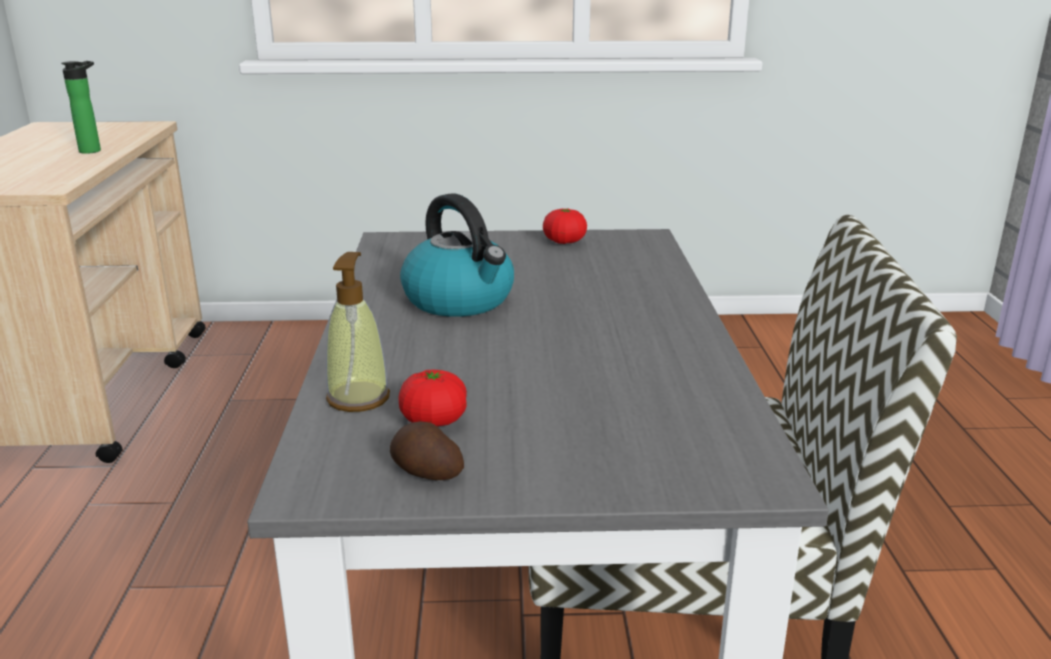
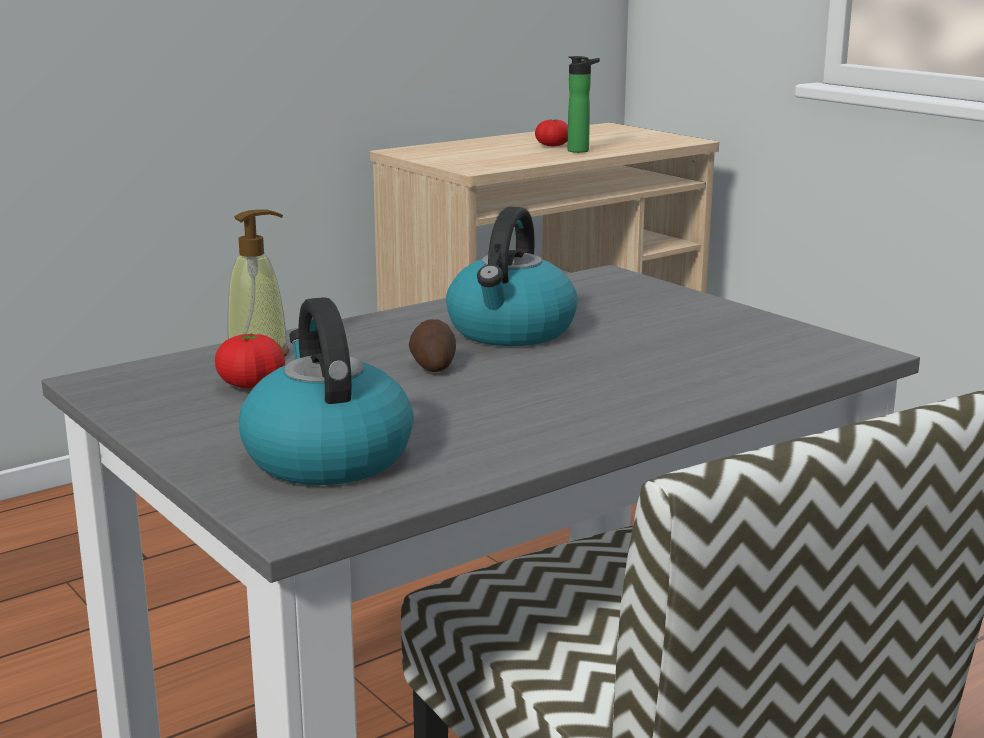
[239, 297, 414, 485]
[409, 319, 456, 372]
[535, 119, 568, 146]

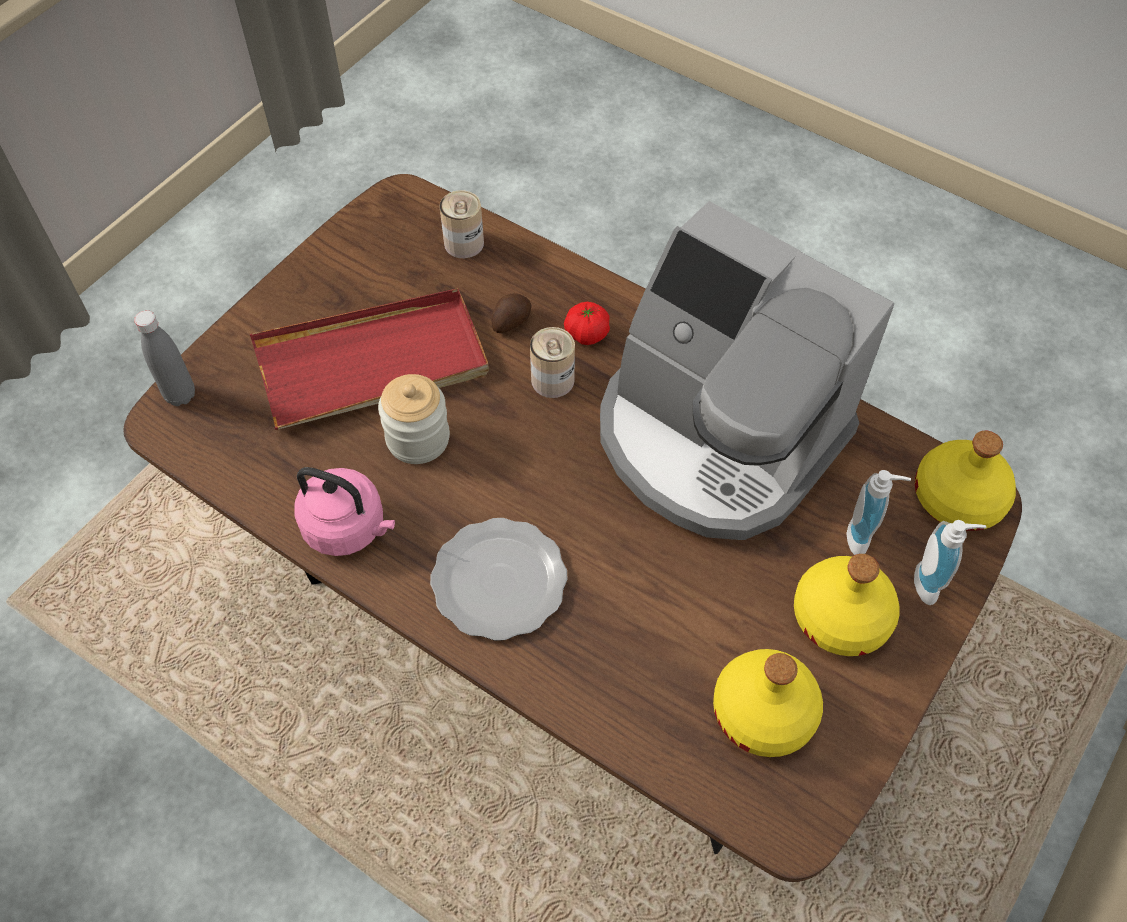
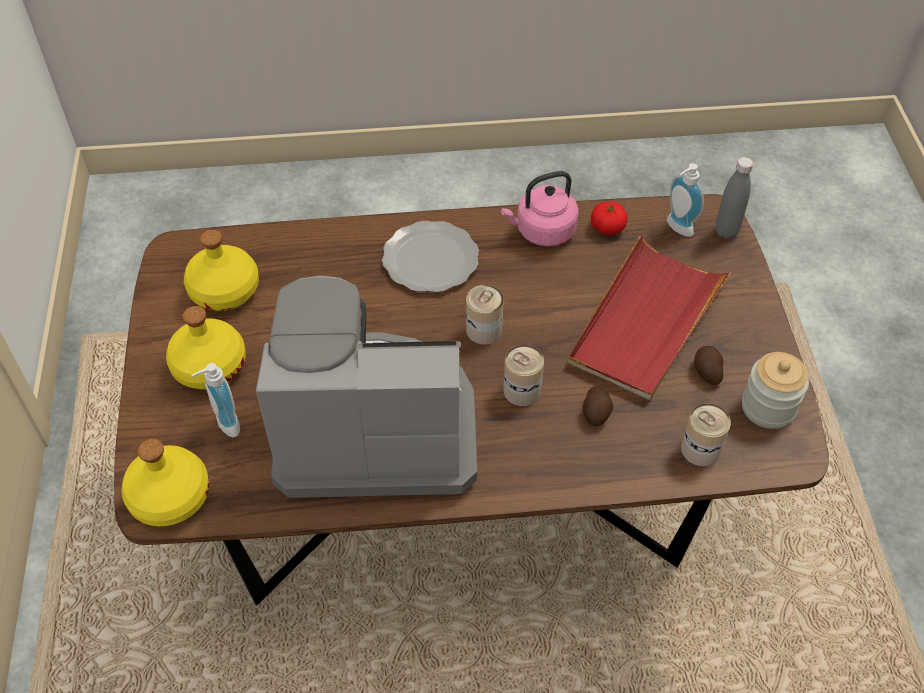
[466, 285, 504, 345]
[591, 202, 628, 235]
[667, 163, 704, 237]
[694, 346, 723, 385]
[742, 352, 809, 429]

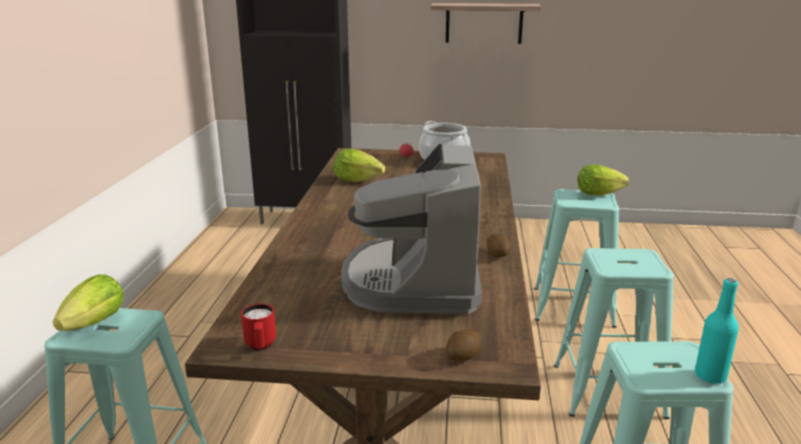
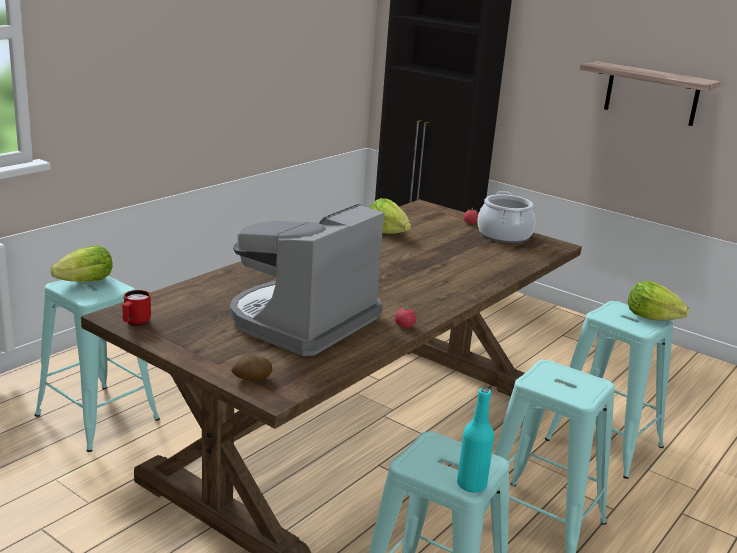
[395, 304, 416, 328]

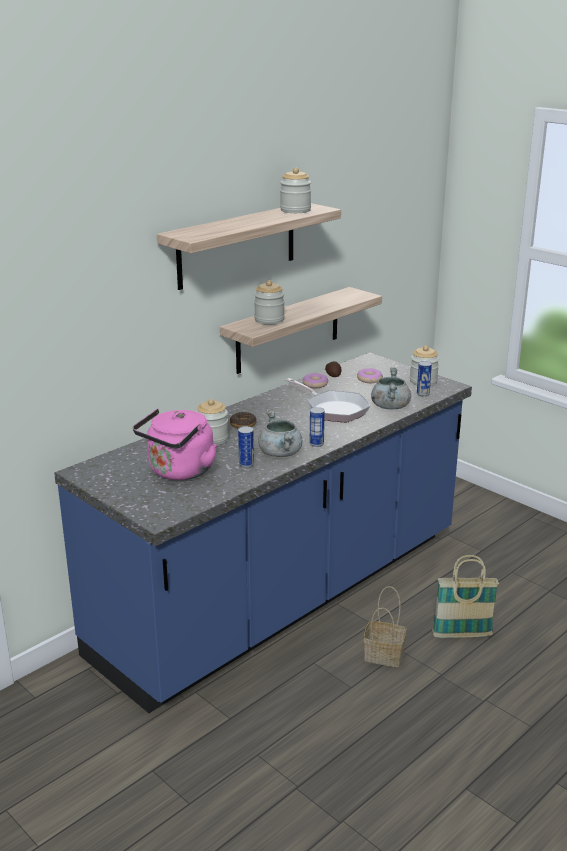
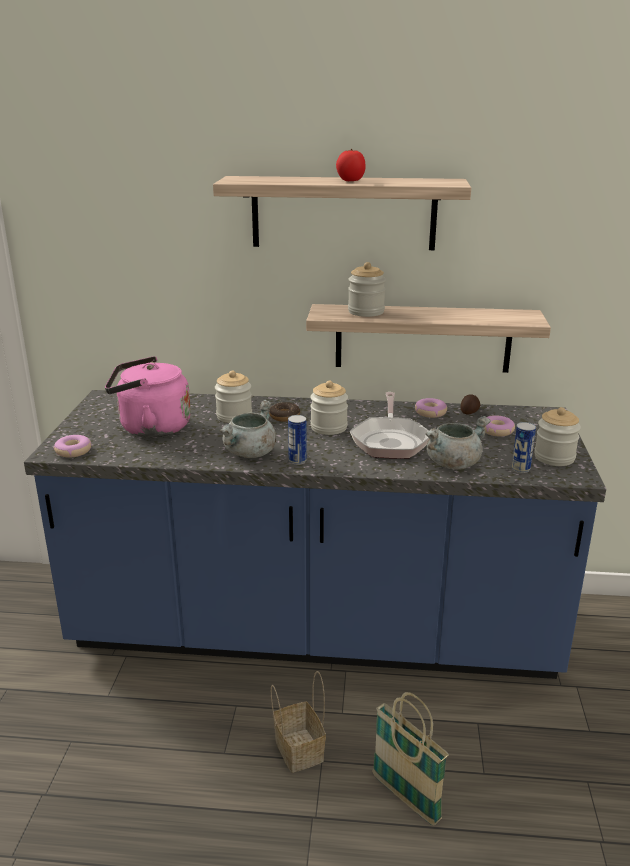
[54, 435, 92, 458]
[310, 381, 348, 435]
[336, 149, 365, 181]
[238, 426, 254, 468] (first image)

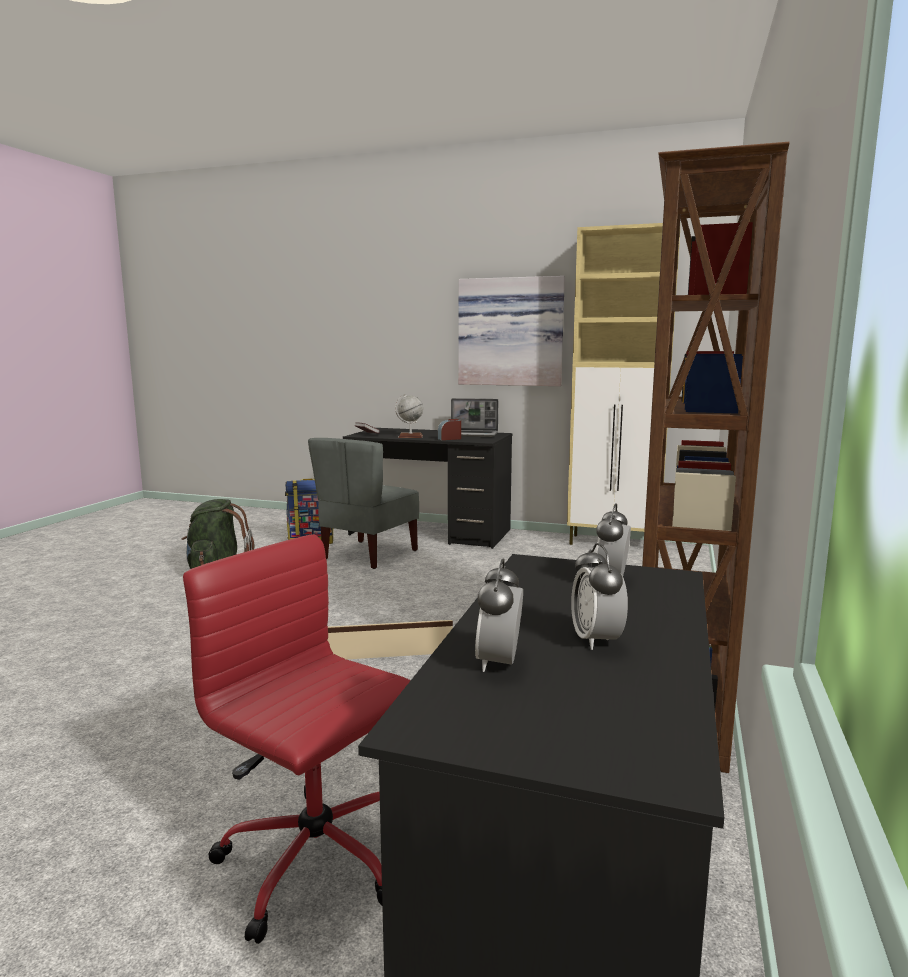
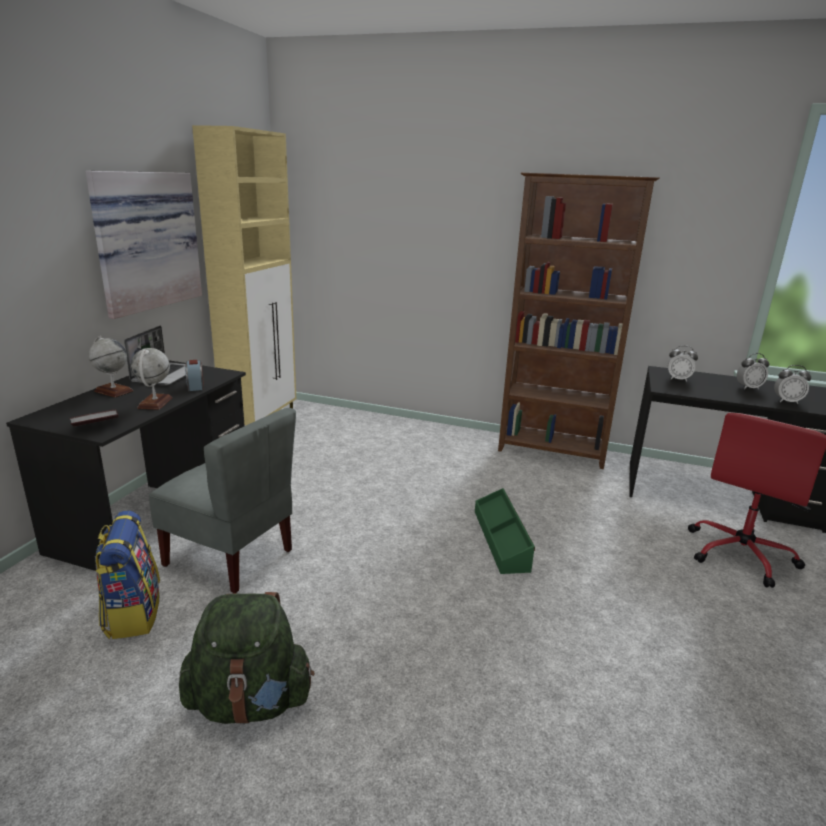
[89, 336, 133, 398]
[475, 488, 535, 574]

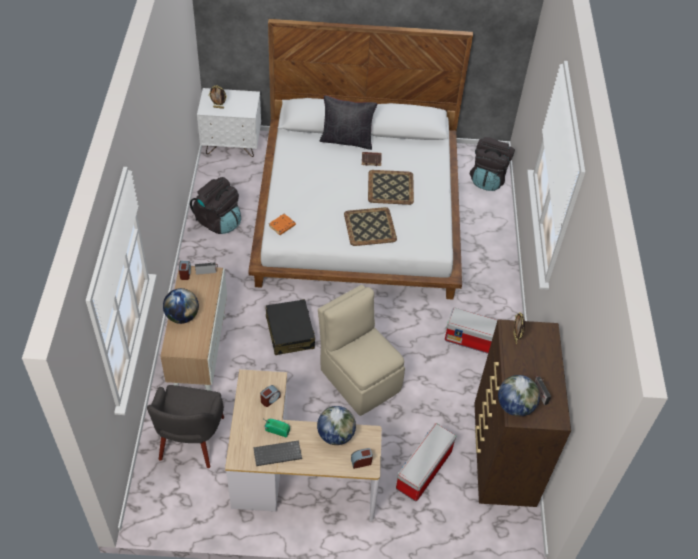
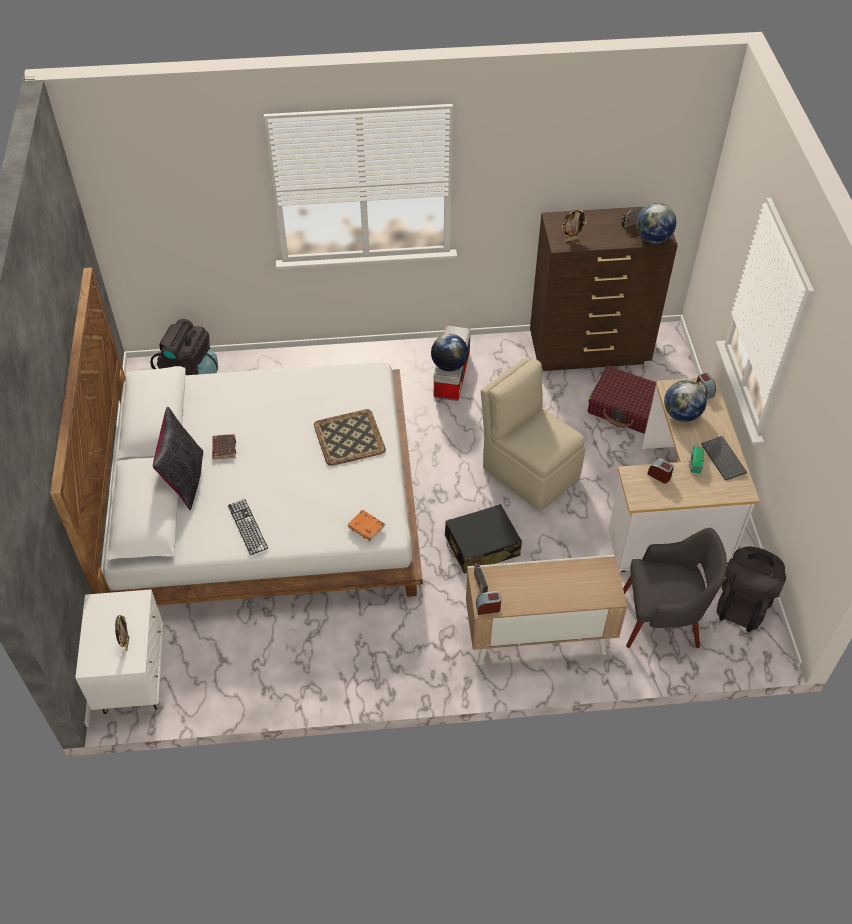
[228, 499, 268, 555]
[431, 334, 468, 371]
[481, 358, 585, 511]
[588, 366, 657, 434]
[717, 546, 786, 632]
[368, 170, 414, 205] (first image)

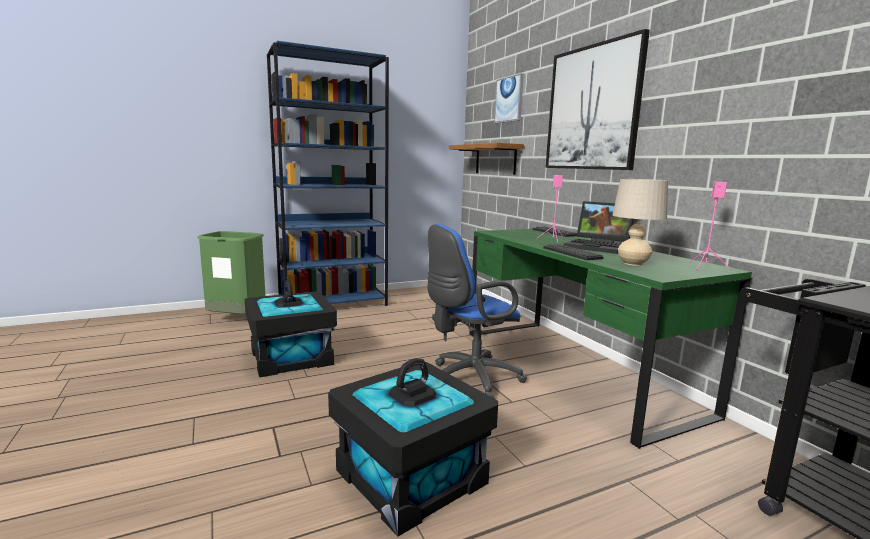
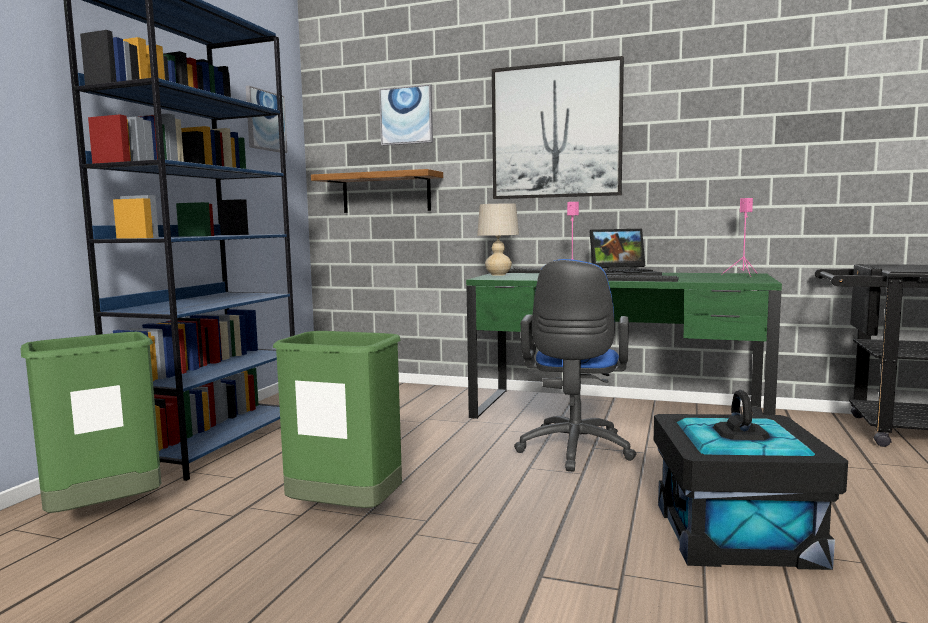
[246, 86, 288, 153]
[273, 331, 402, 508]
[477, 204, 519, 276]

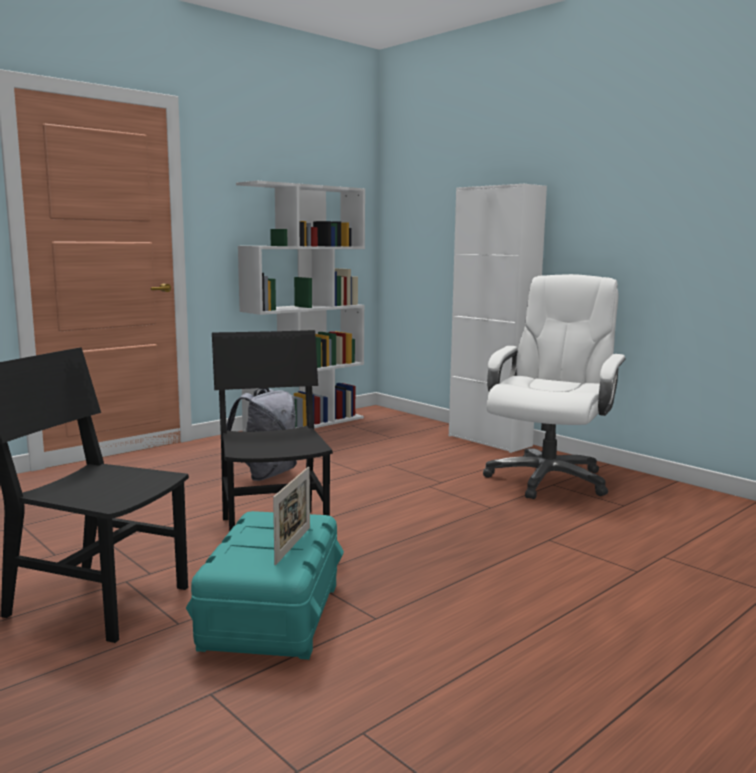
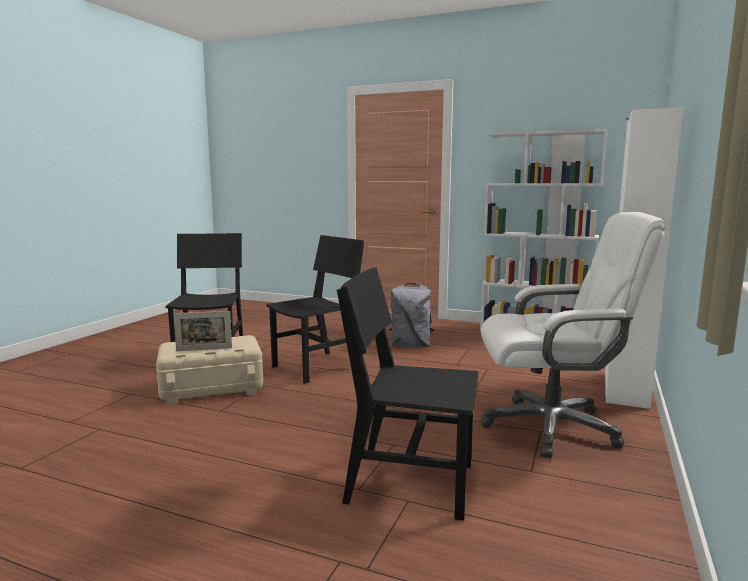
[156, 335, 263, 405]
[337, 267, 478, 521]

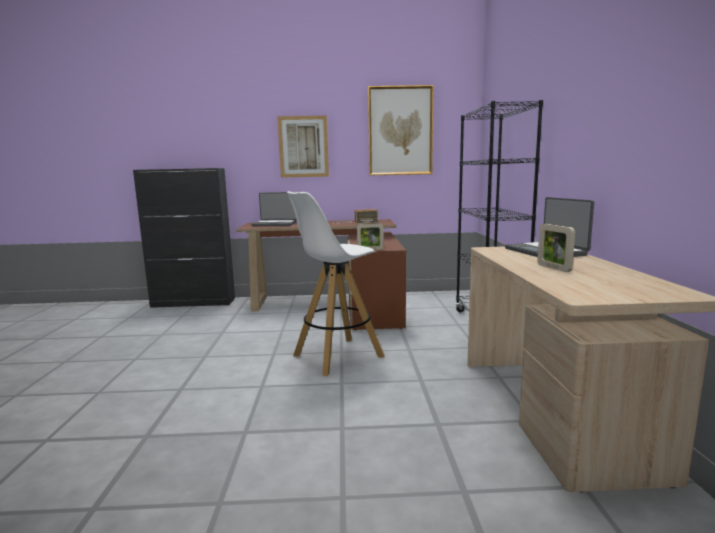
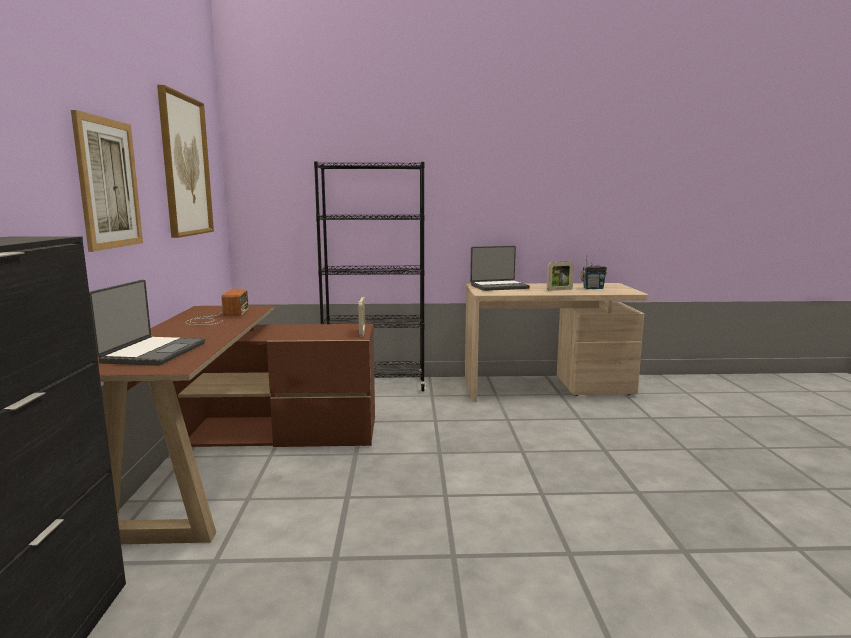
[581, 254, 607, 289]
[287, 191, 384, 376] (first image)

